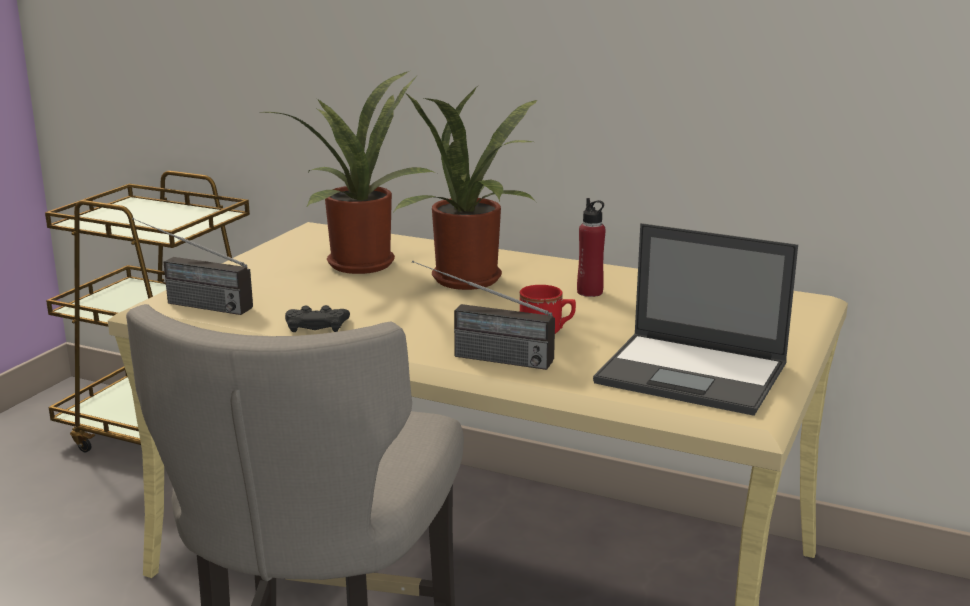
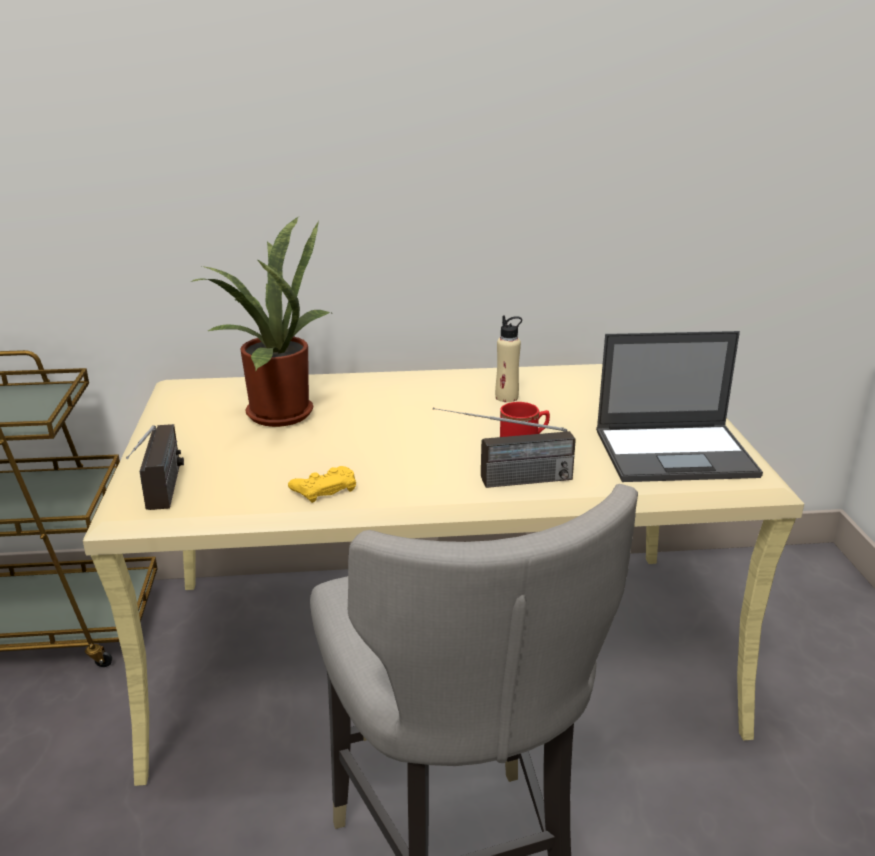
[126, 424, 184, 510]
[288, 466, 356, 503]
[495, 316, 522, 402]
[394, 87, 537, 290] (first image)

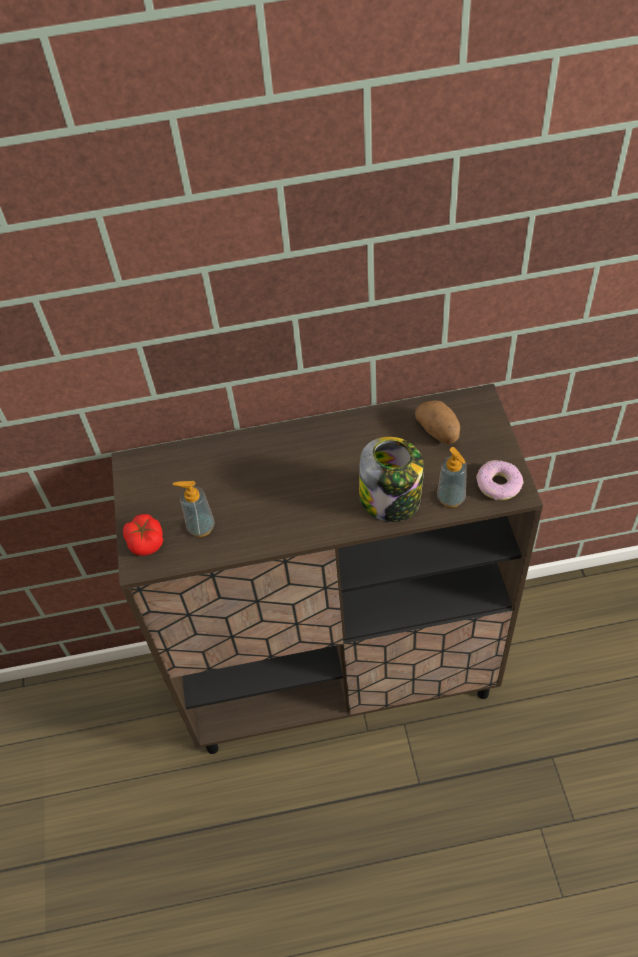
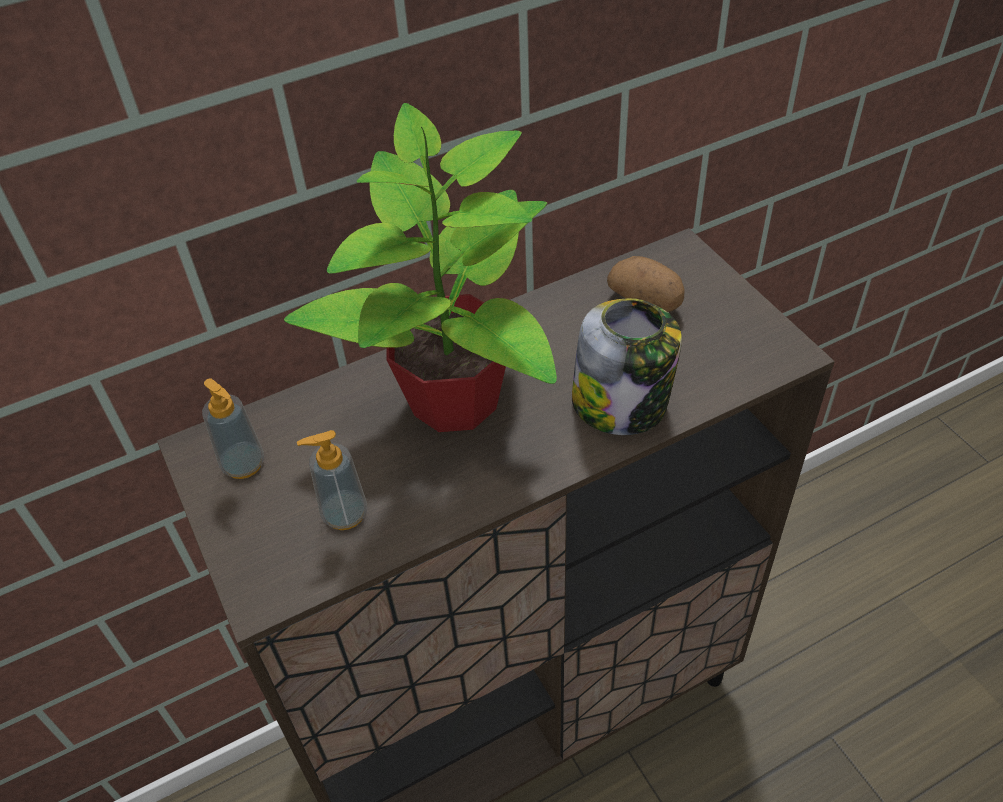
[202, 379, 264, 479]
[284, 103, 557, 432]
[123, 514, 163, 556] (first image)
[476, 460, 523, 500] (first image)

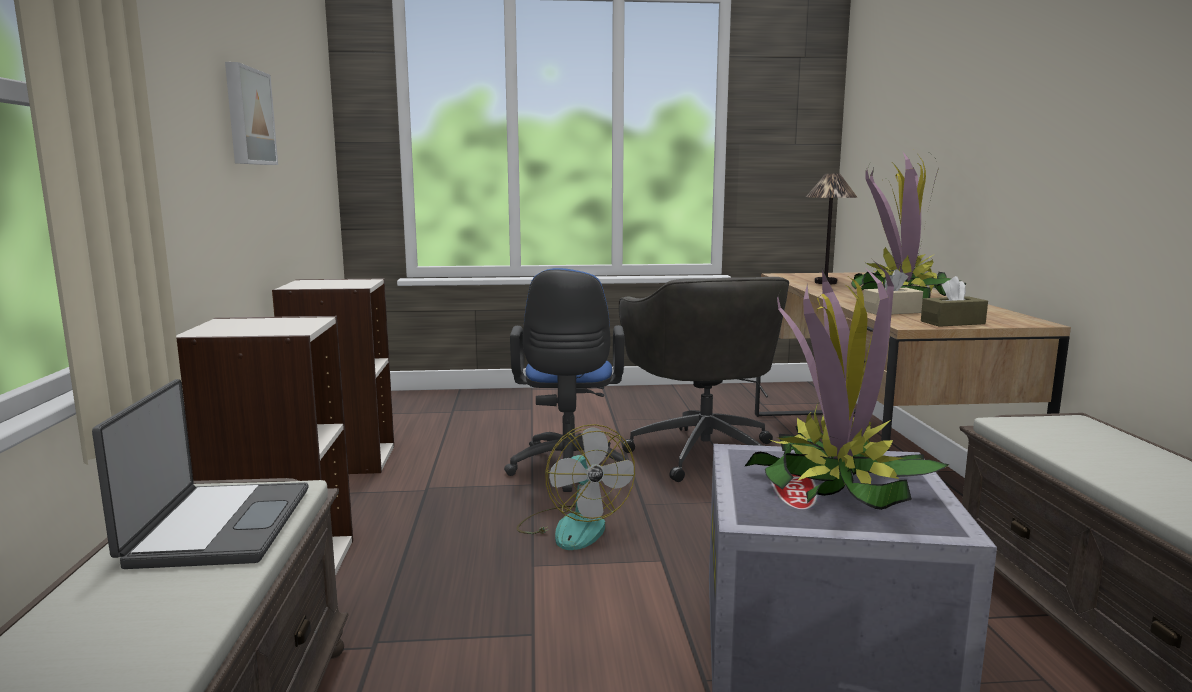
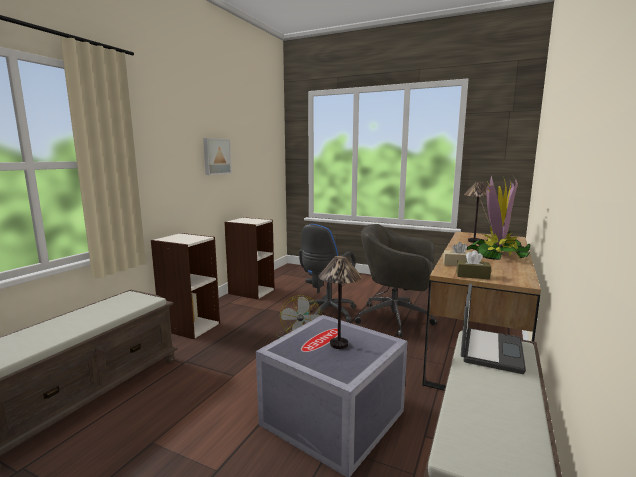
[318, 256, 362, 349]
[355, 224, 437, 337]
[461, 284, 526, 374]

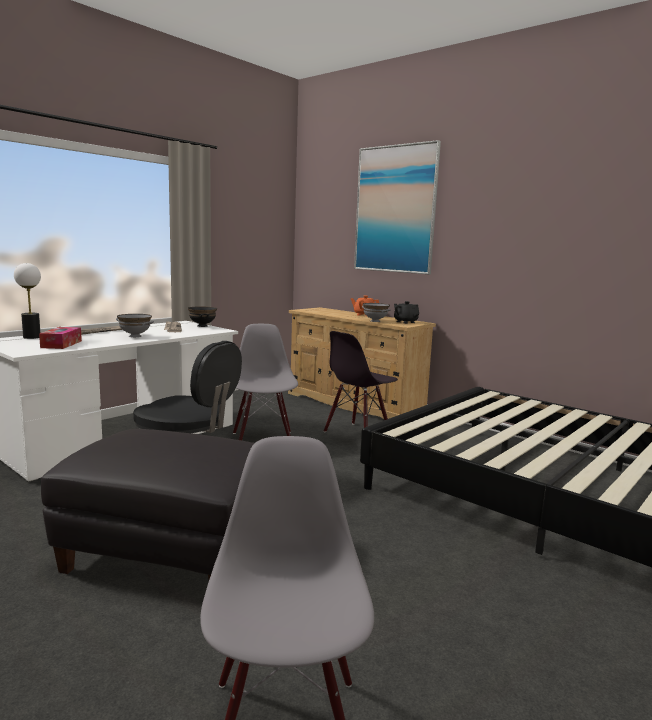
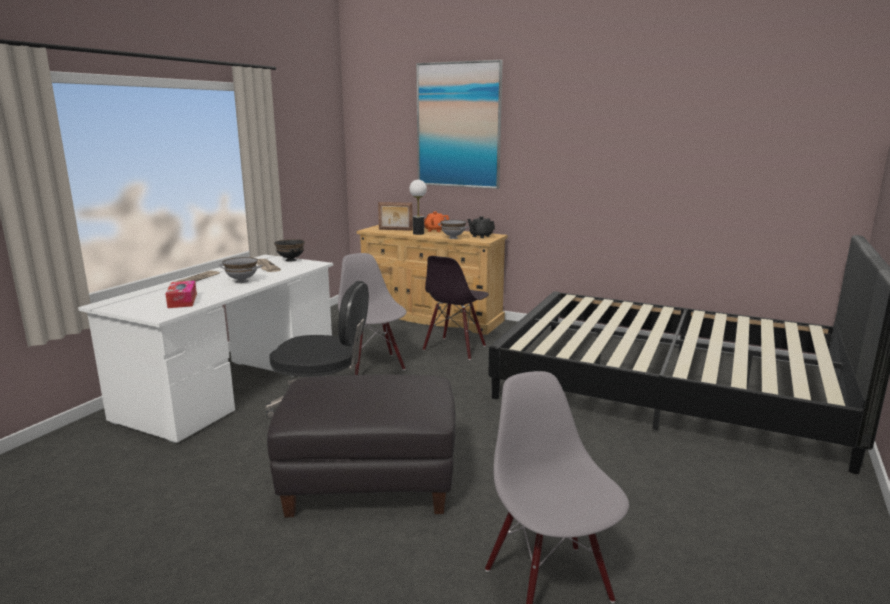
[378, 202, 413, 231]
[409, 180, 427, 235]

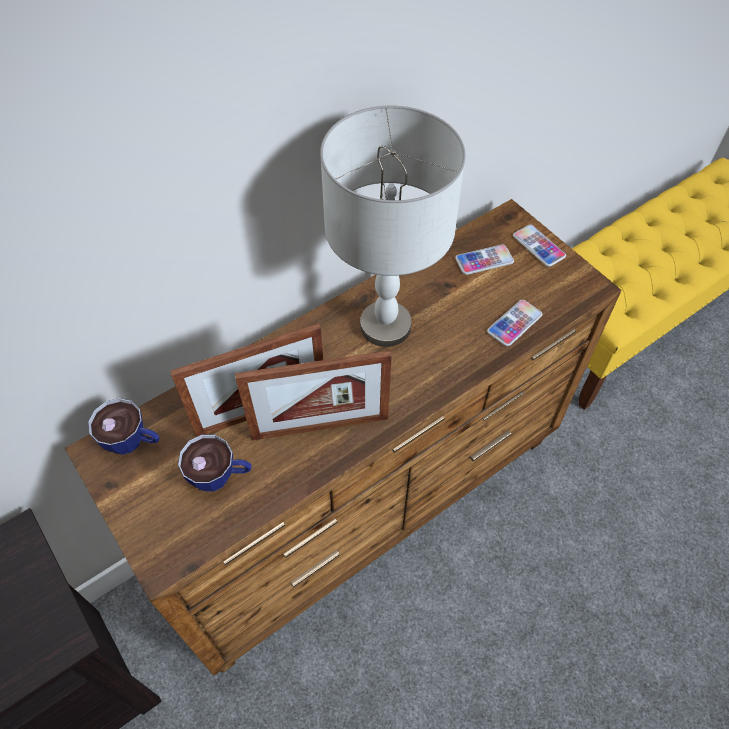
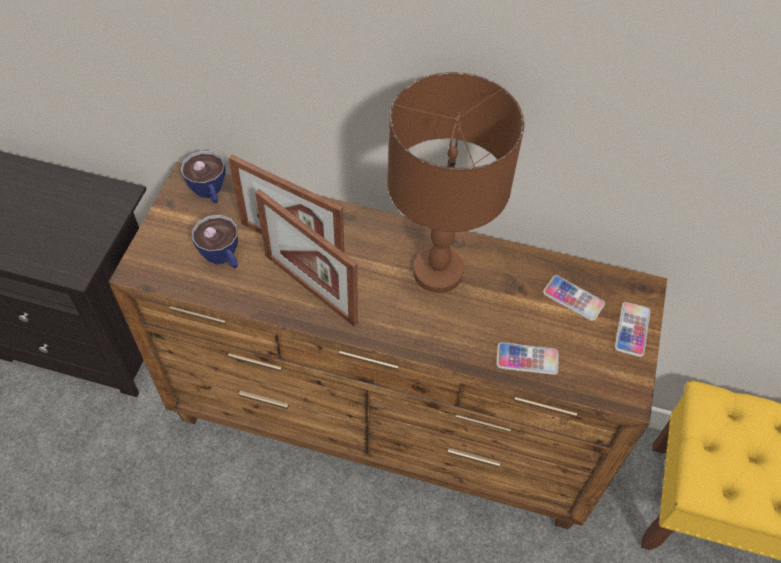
[387, 72, 524, 293]

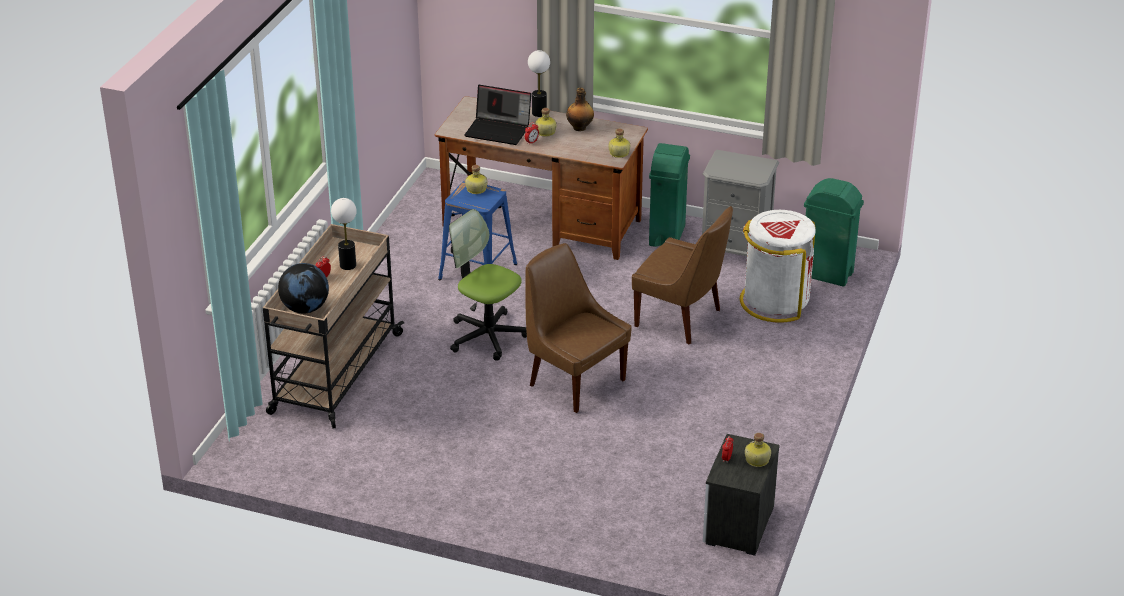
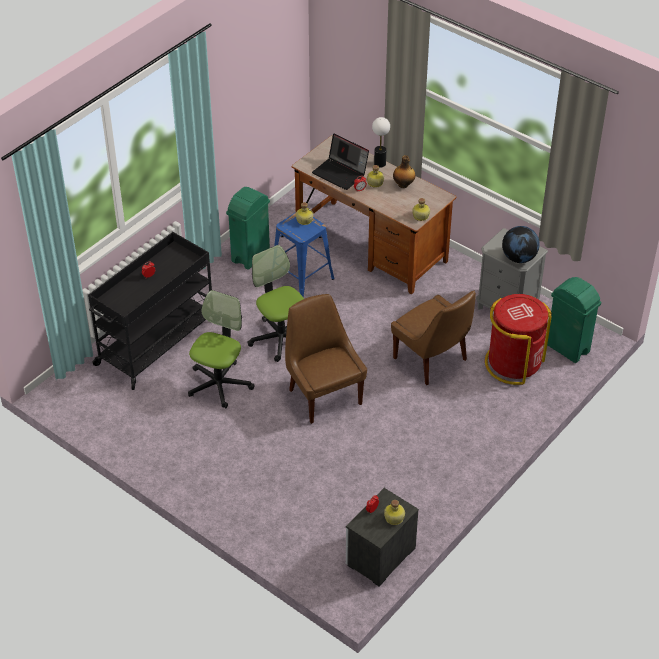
[88, 232, 212, 390]
[188, 290, 255, 408]
[226, 187, 270, 270]
[485, 294, 552, 385]
[502, 226, 540, 263]
[331, 198, 357, 270] (first image)

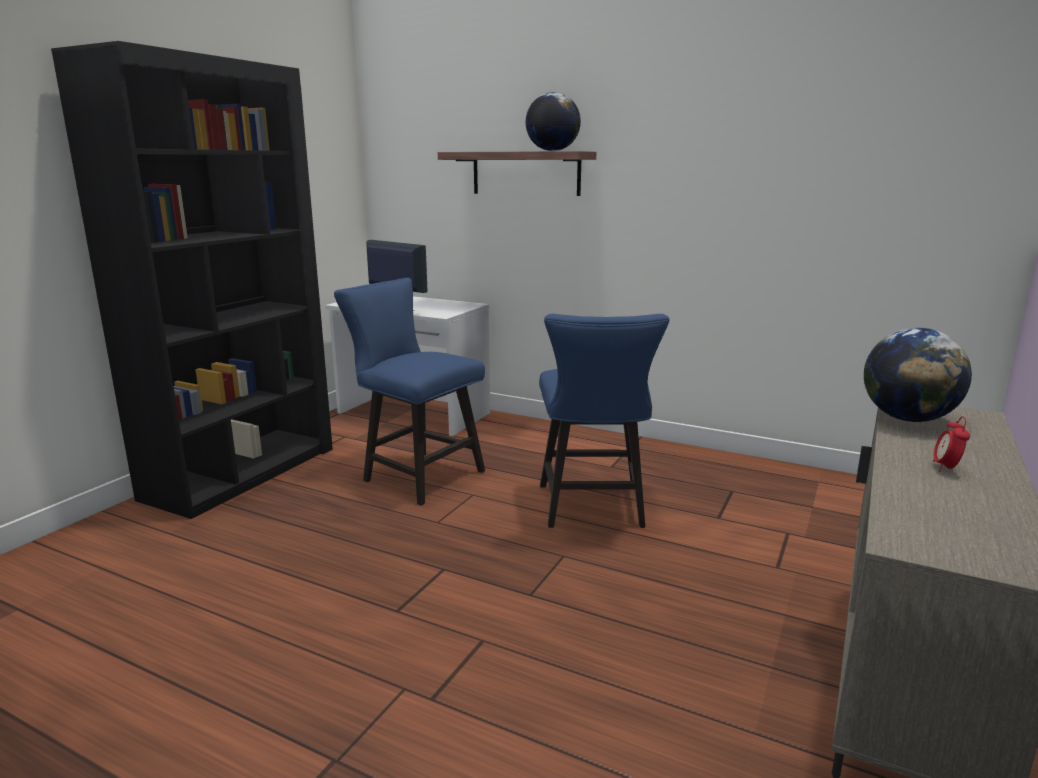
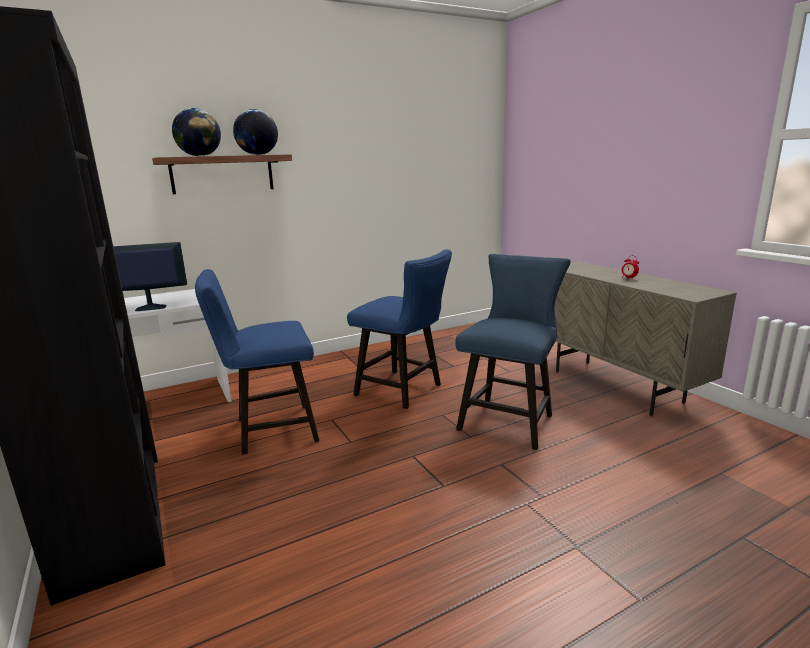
[172, 108, 221, 156]
[455, 254, 571, 450]

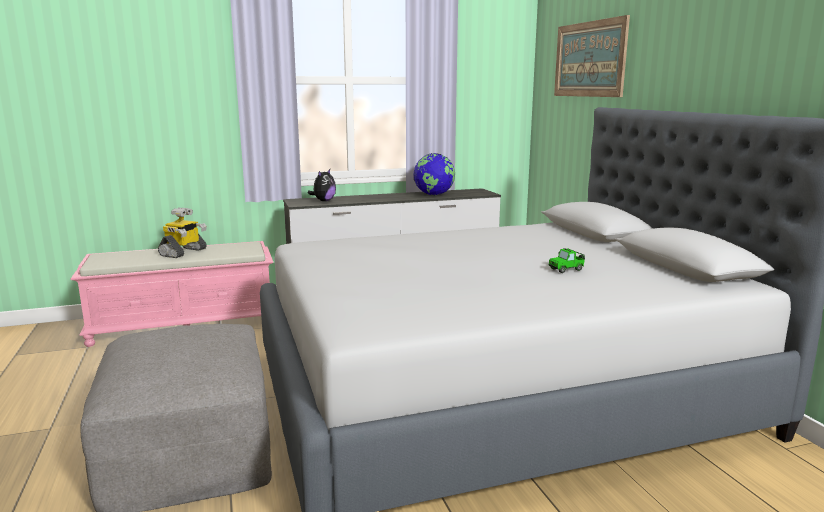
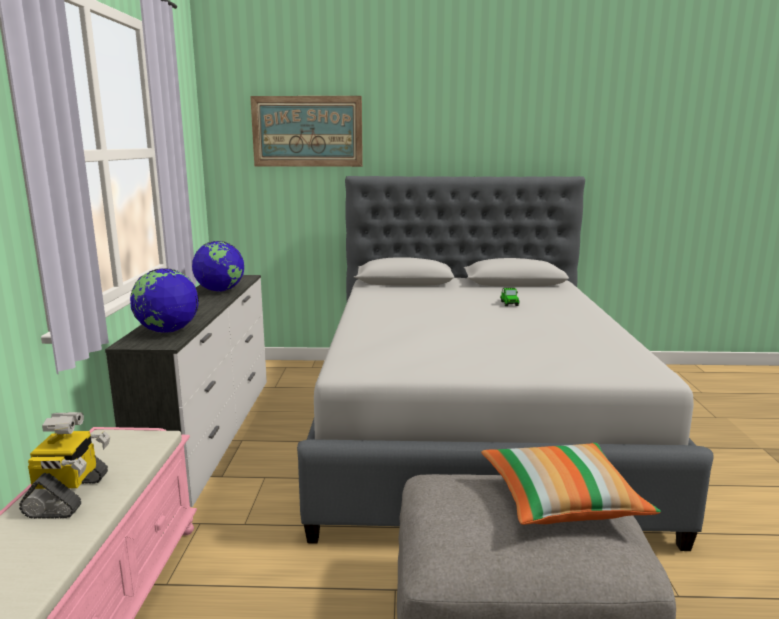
[19, 412, 110, 519]
[130, 268, 199, 333]
[481, 443, 661, 525]

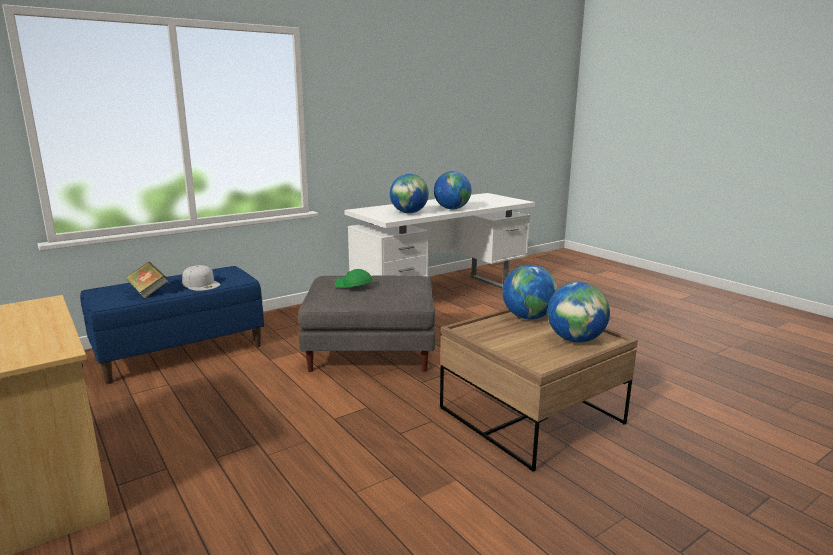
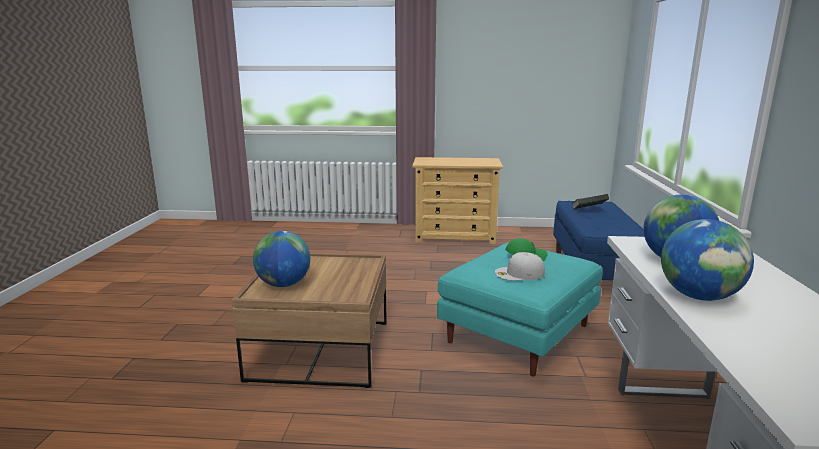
[437, 243, 603, 376]
[495, 252, 545, 281]
[502, 265, 558, 320] (first image)

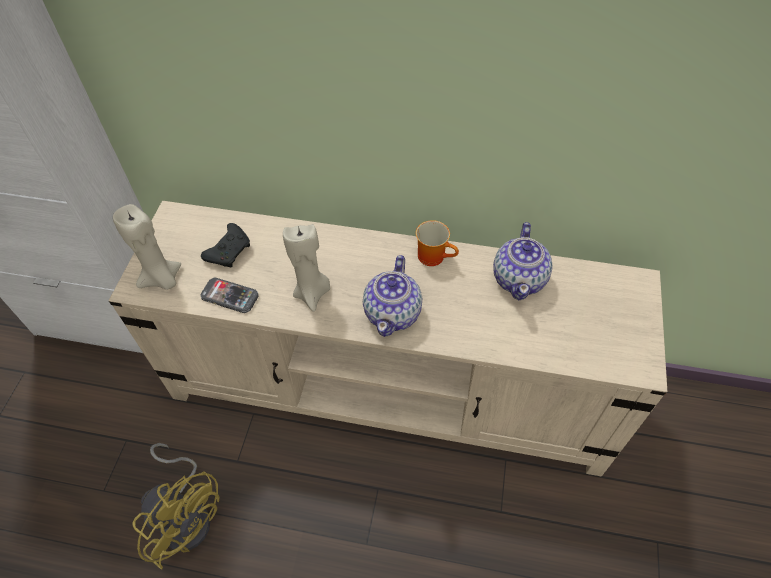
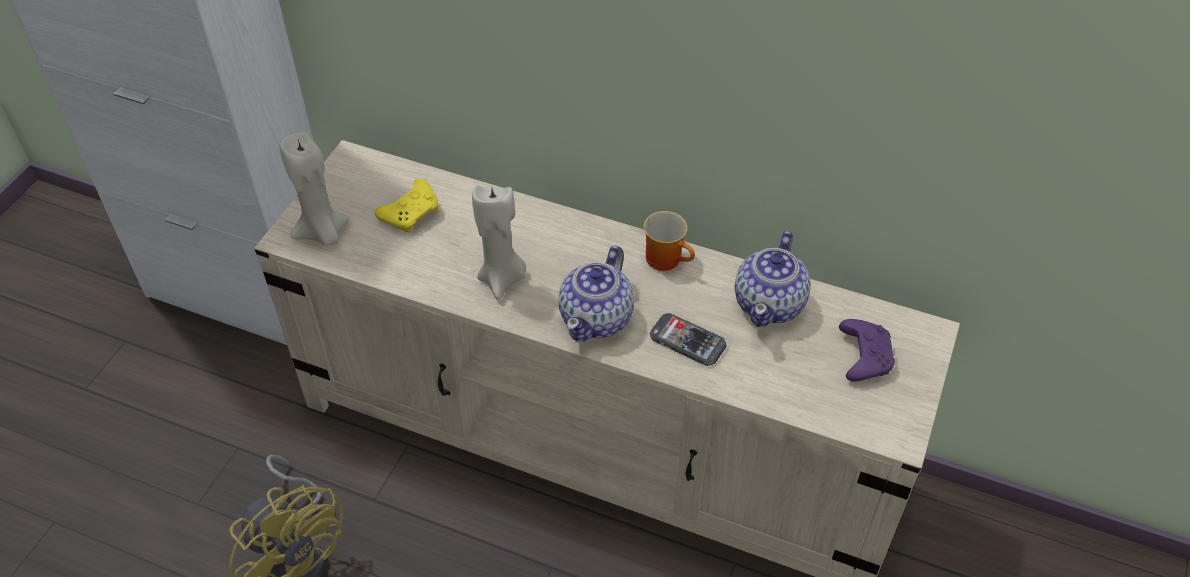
[375, 178, 438, 232]
[650, 313, 726, 366]
[839, 319, 895, 381]

